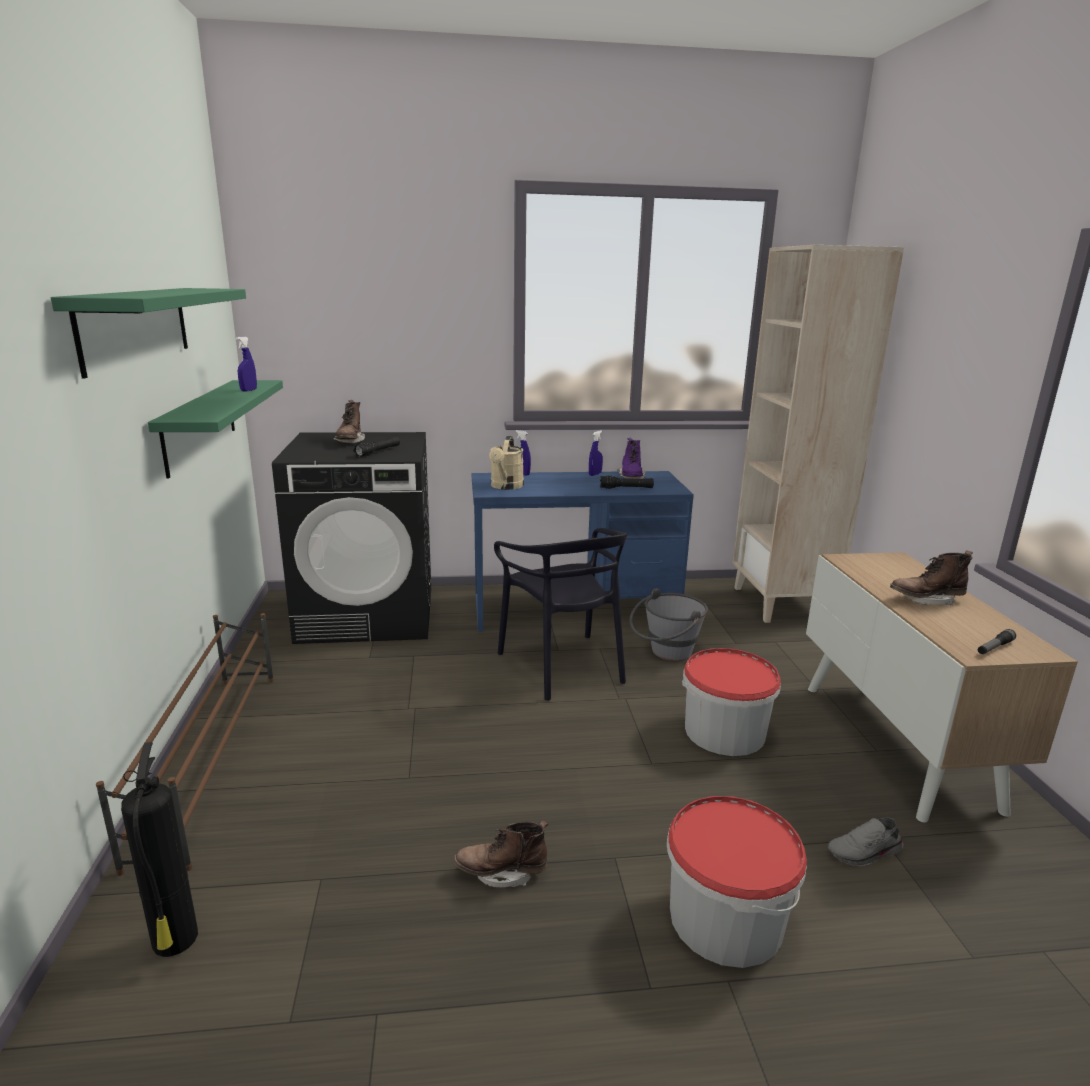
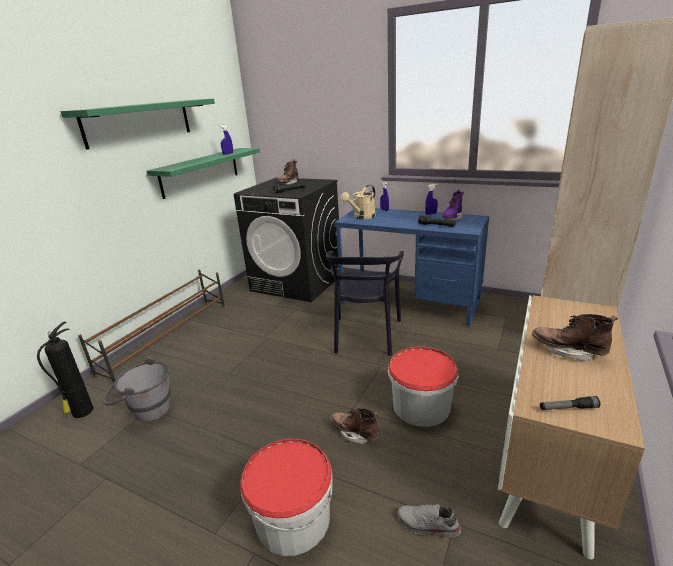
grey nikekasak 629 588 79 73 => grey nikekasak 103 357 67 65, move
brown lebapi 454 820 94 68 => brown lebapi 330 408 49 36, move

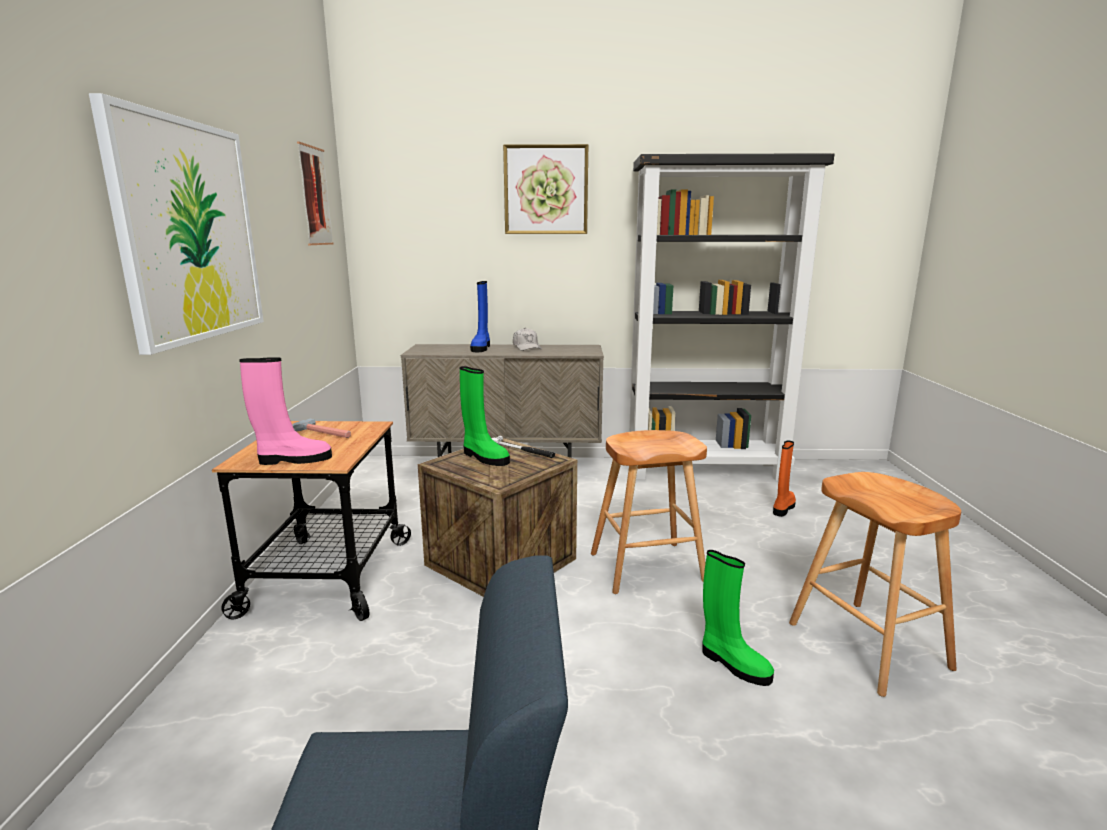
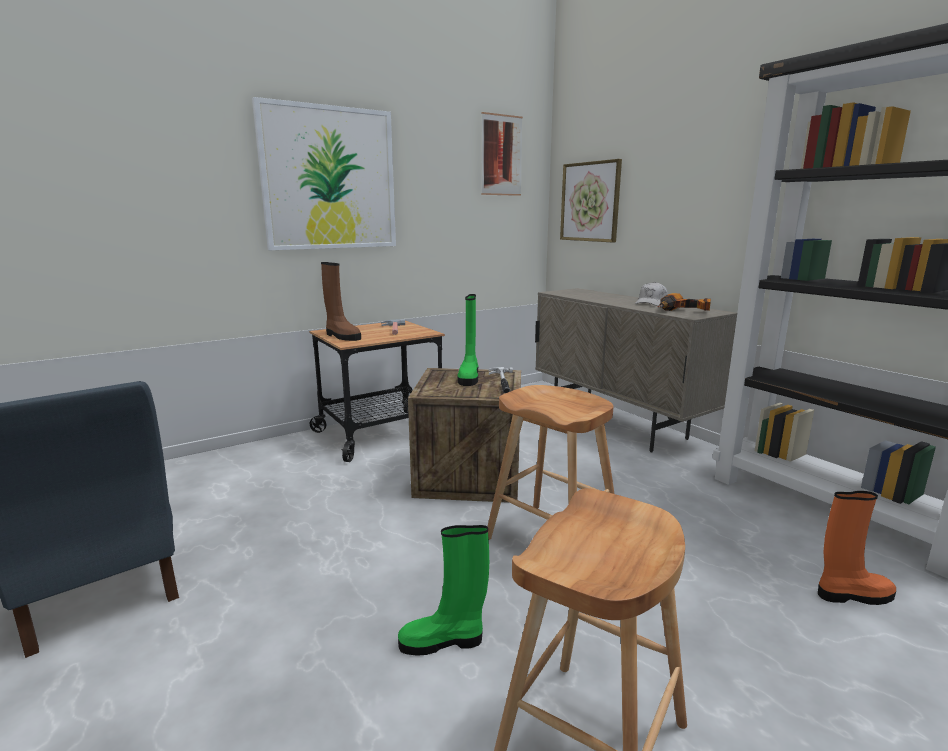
pink lebapi 239 357 93 108 => brown lebapi 321 262 40 79
green lebapi 702 550 72 136 => green lebapi 398 525 91 131, 75 degrees clockwise
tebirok 503 144 85 90 => tebirok 560 159 62 83, move
nothing => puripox 657 293 54 18
blue lebapi 470 281 20 71 => nothing

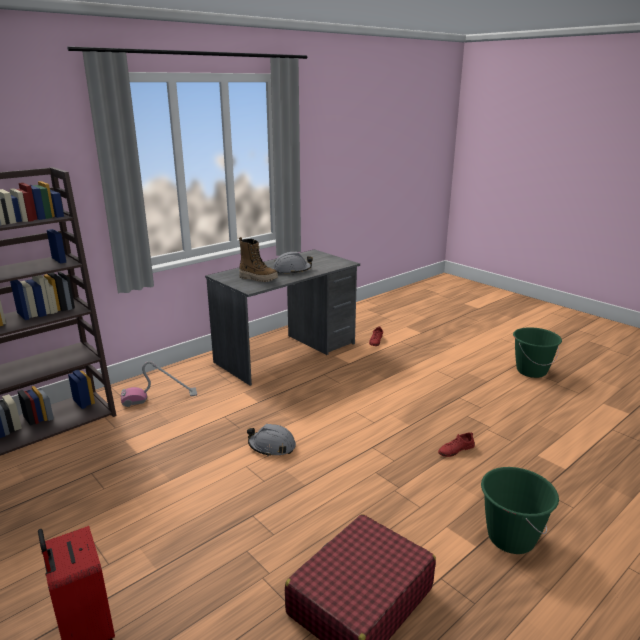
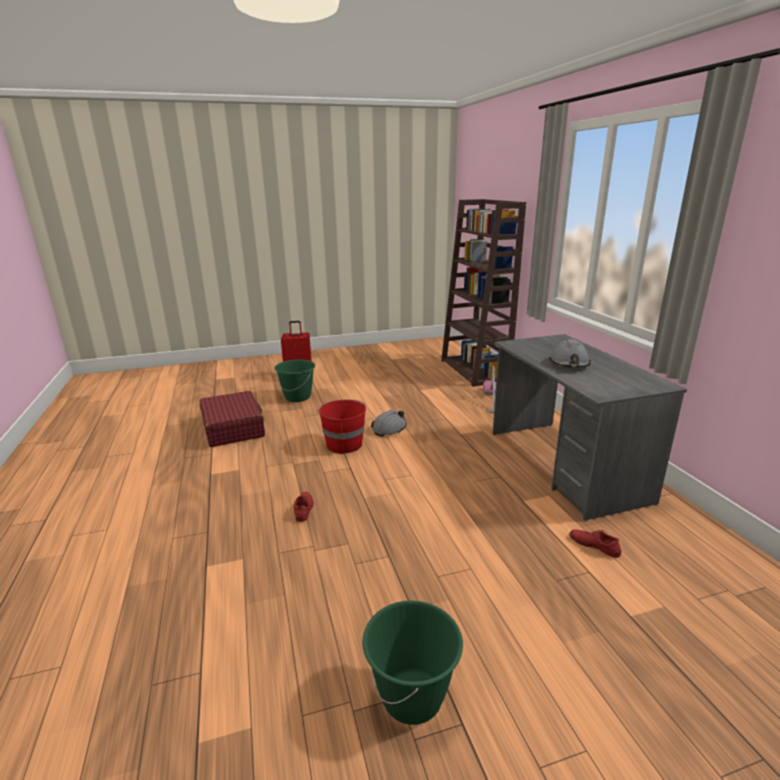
green nikekasak 481 467 78 87 => green nikekasak 274 360 41 42, move
nothing => red nikekasak 317 399 49 55
lebapi 239 237 39 45 => nothing

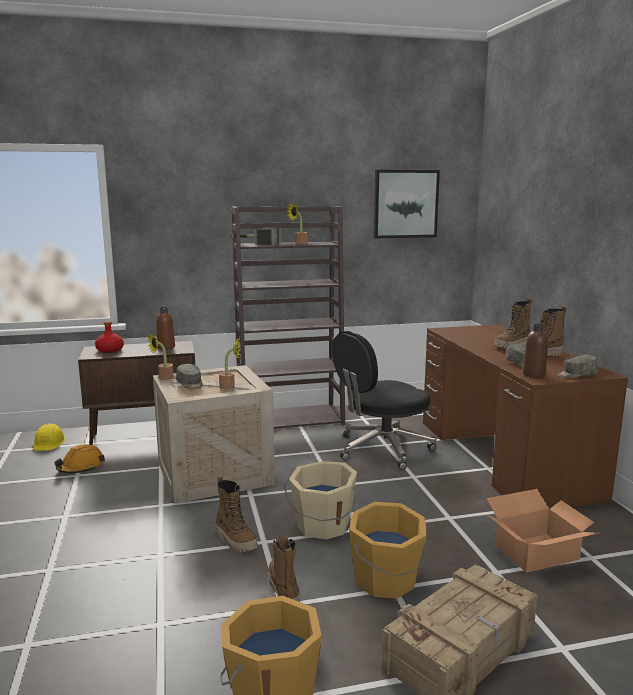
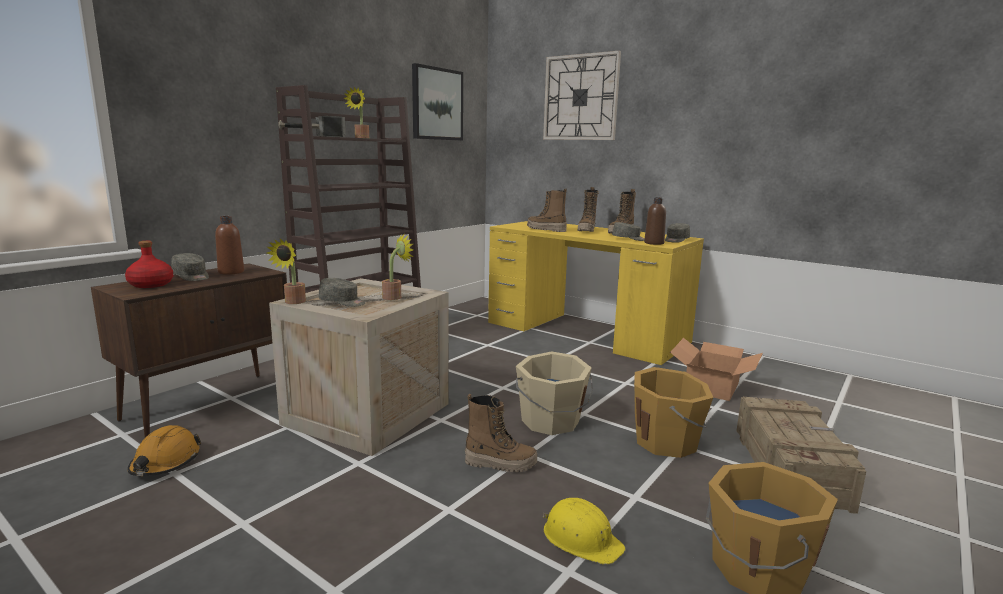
nothing => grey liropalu 171 253 38 28
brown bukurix 423 324 205 185 => yellow bukurix 488 221 216 144
lebapi 268 536 32 66 => lebapi 527 188 40 44, move
nothing => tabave 543 51 78 89
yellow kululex 33 423 32 28 => yellow kululex 543 498 83 67, move
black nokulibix 332 331 105 139 => nothing

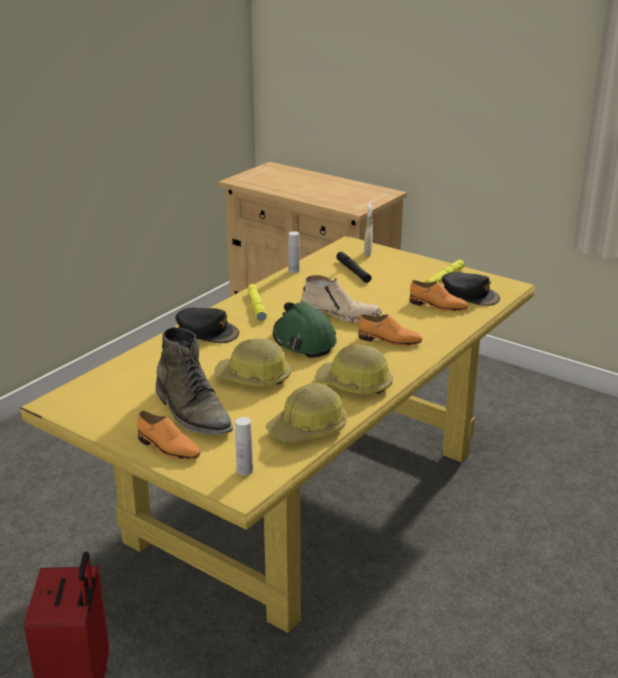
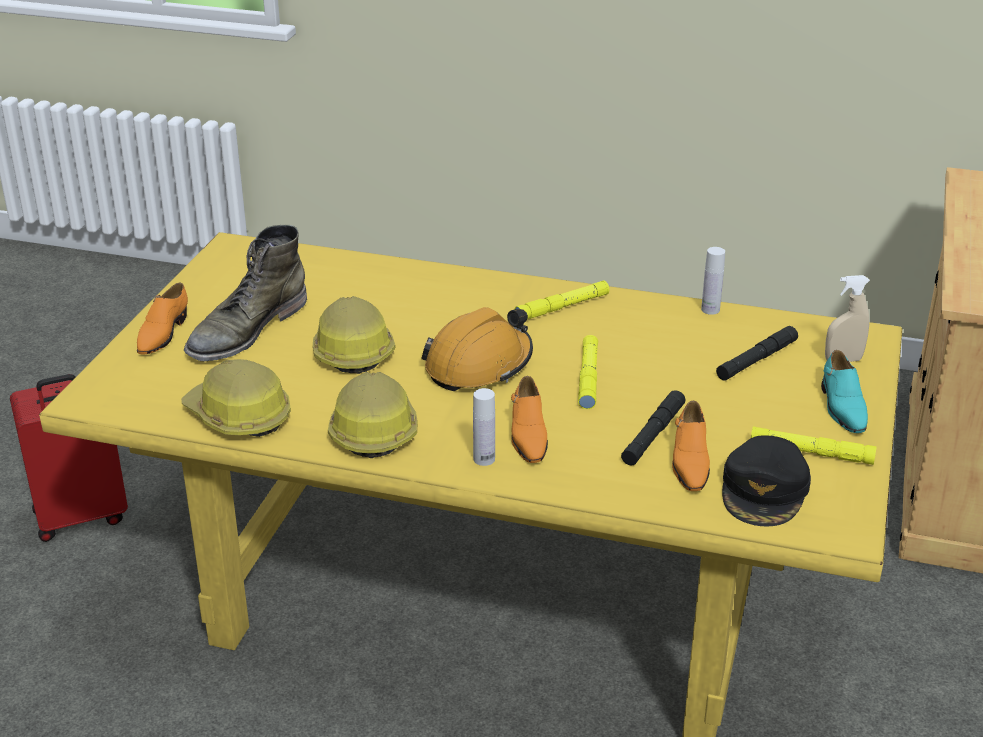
green kululex 273 302 64 56 => orange kululex 421 307 112 84
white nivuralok 235 417 18 59 => white nivuralok 473 388 22 78, move
beige lebapi 301 275 81 47 => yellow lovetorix 578 335 20 74
nothing => black lovetorix 621 390 64 76
nothing => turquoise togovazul 821 350 47 83
black liropalu 175 308 64 35 => nothing

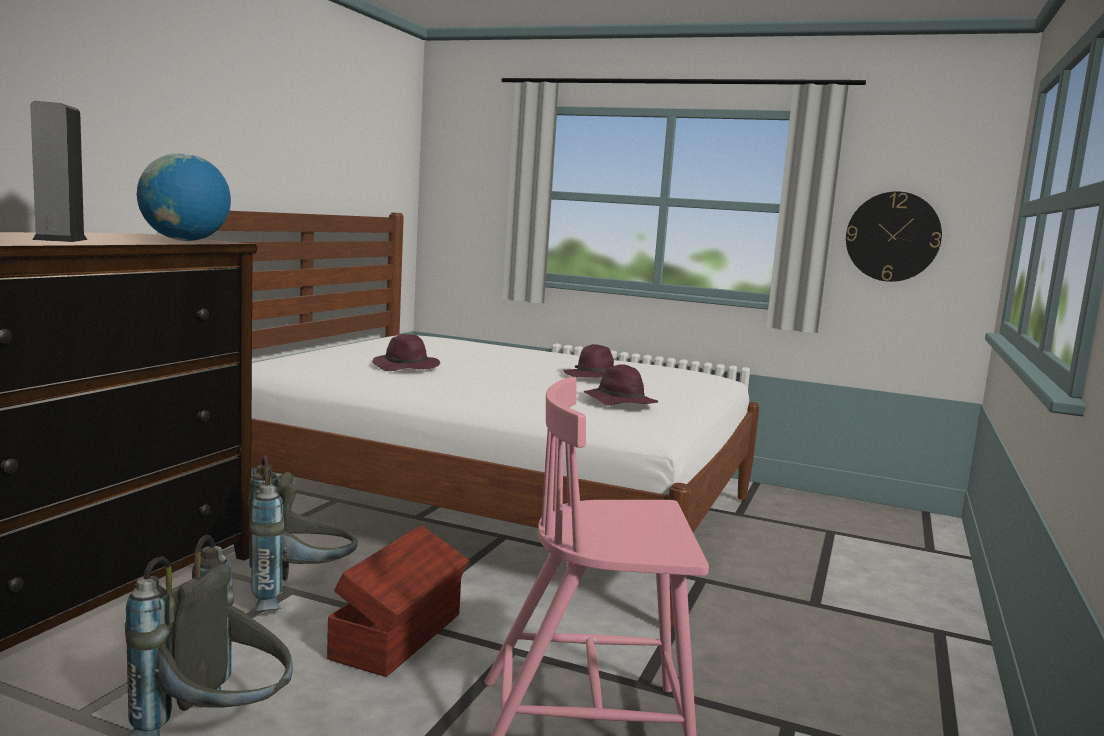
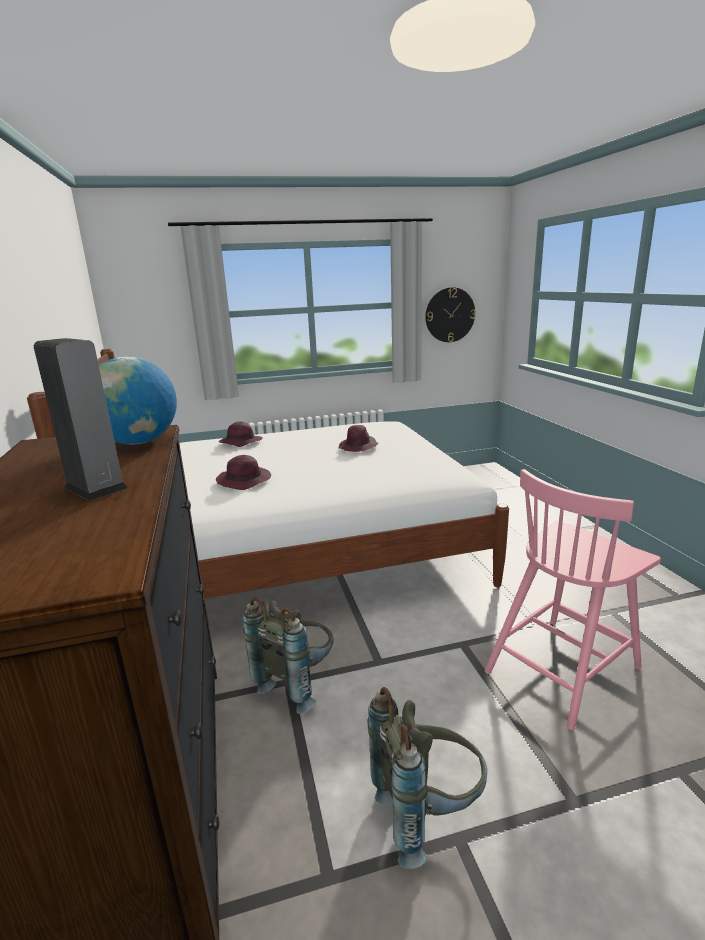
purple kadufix 584 364 74 41 => purple kadufix 219 421 44 26, move
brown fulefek 327 525 143 152 => nothing

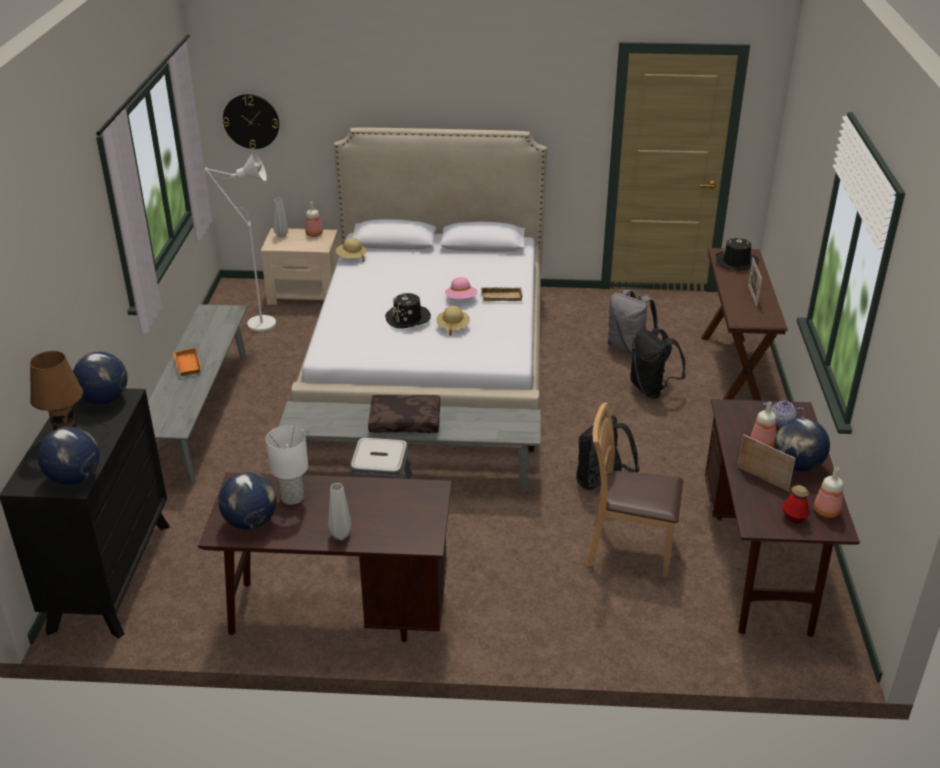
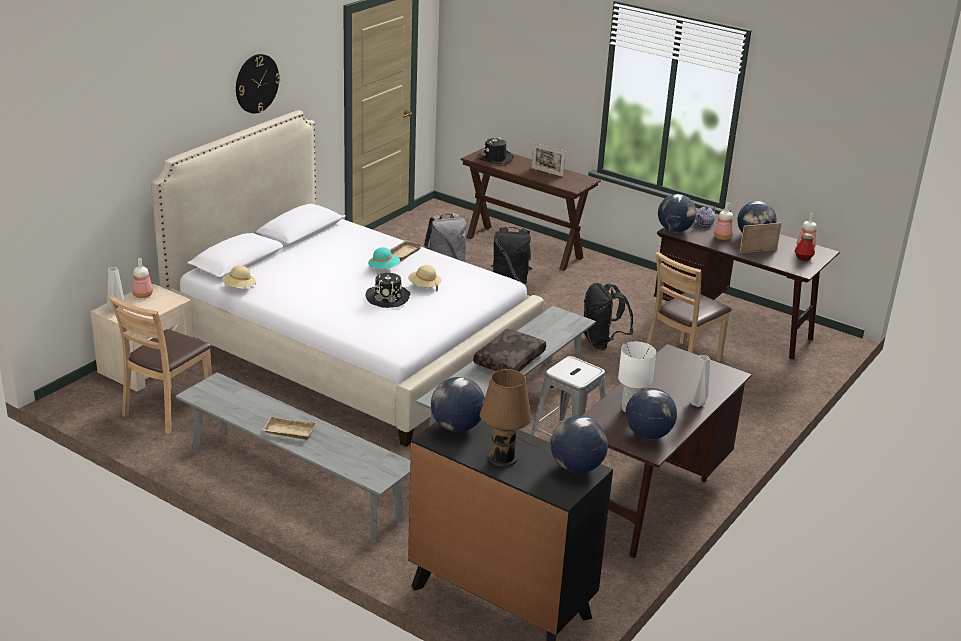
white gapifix 205 151 71 181 => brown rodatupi 109 296 103 138
tabave 223 94 56 55 => tabave 236 54 44 60, move
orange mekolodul 173 348 28 28 => beige mekolodul 263 416 54 24
pink kadufix 445 277 32 22 => turquoise kadufix 368 247 32 22
nothing => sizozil 658 194 38 38

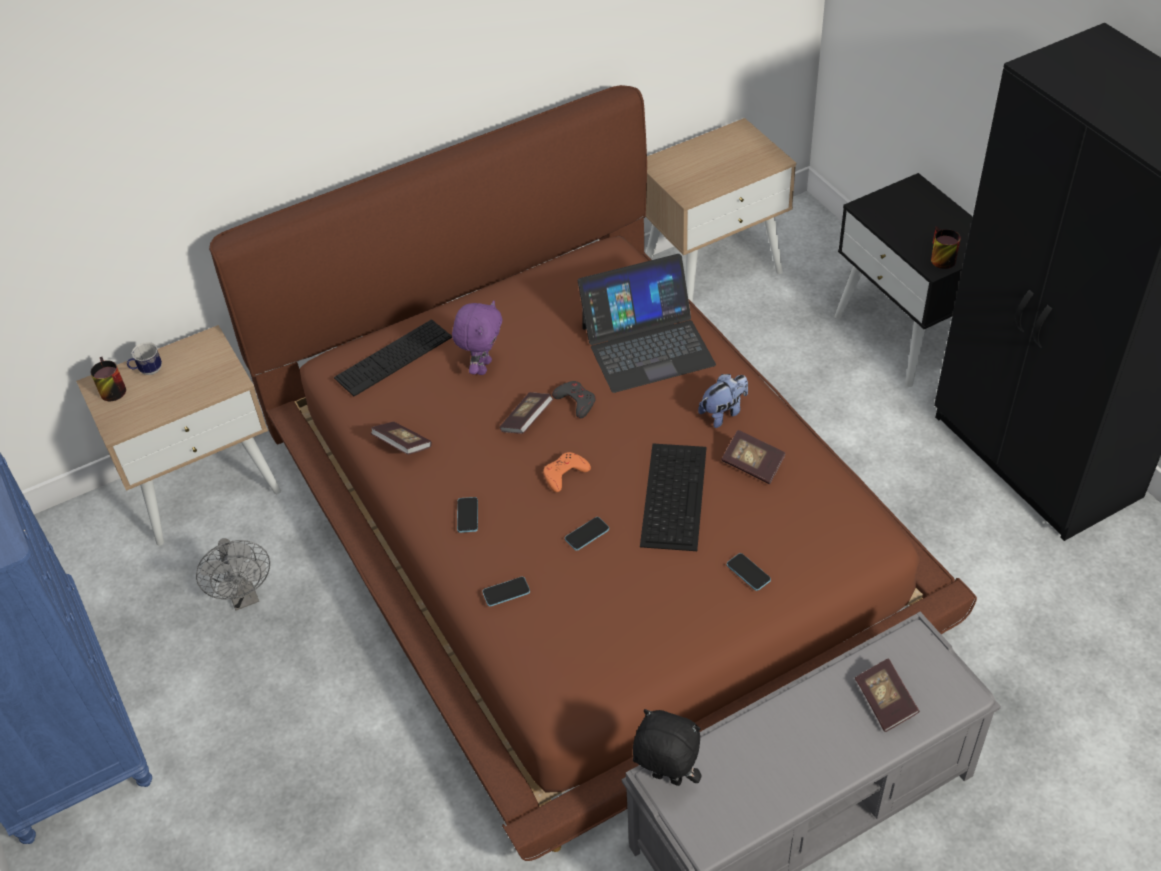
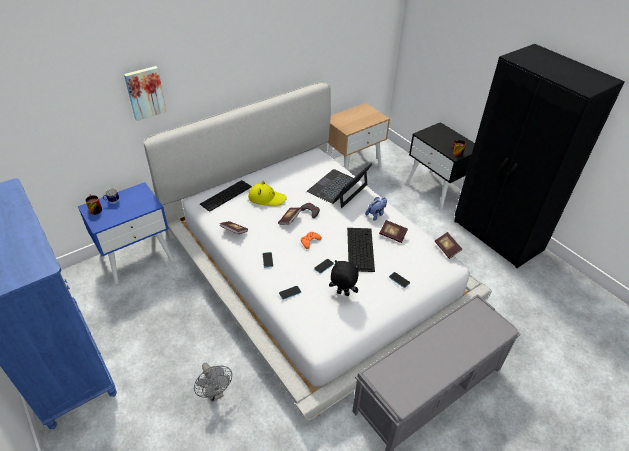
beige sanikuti 76 325 205 221 => blue sanikuti 78 182 95 102
nothing => tebirok 124 66 43 55
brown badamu 209 85 768 776 => white badamu 143 82 349 339
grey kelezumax 196 538 74 73 => grey kelezumax 194 363 38 39, move
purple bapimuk 452 300 50 75 => yellow kadufix 248 180 39 26
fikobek 578 254 138 139 => fikobek 307 163 65 45, 150 degrees clockwise
black bapimuk 633 709 68 77 => black bapimuk 329 260 30 36, move
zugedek 855 658 65 74 => zugedek 435 232 27 27, move

